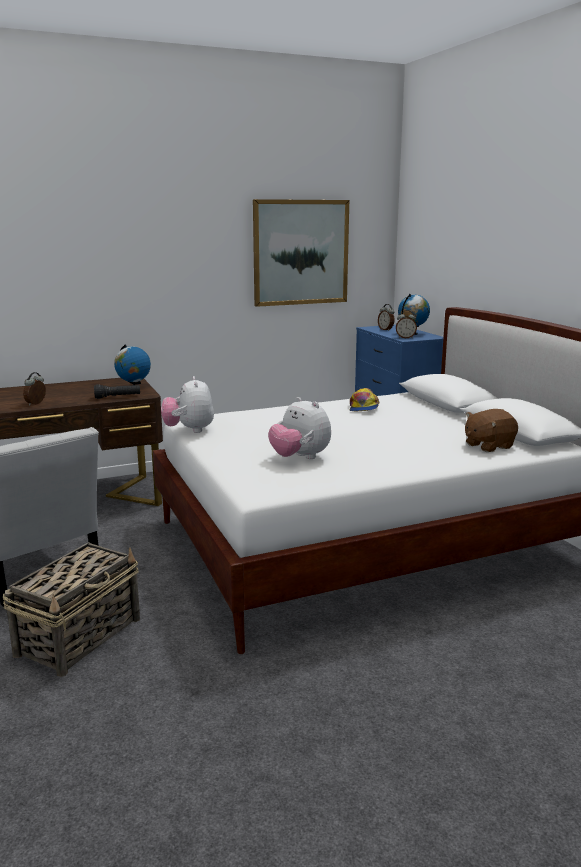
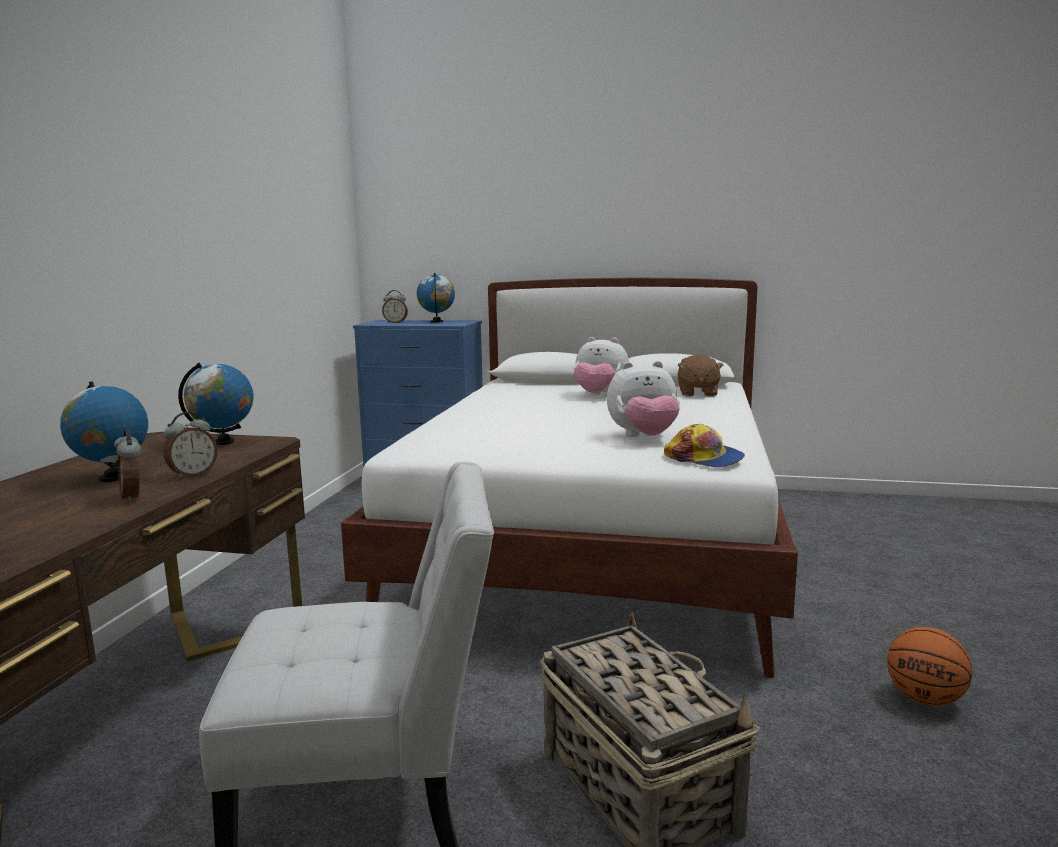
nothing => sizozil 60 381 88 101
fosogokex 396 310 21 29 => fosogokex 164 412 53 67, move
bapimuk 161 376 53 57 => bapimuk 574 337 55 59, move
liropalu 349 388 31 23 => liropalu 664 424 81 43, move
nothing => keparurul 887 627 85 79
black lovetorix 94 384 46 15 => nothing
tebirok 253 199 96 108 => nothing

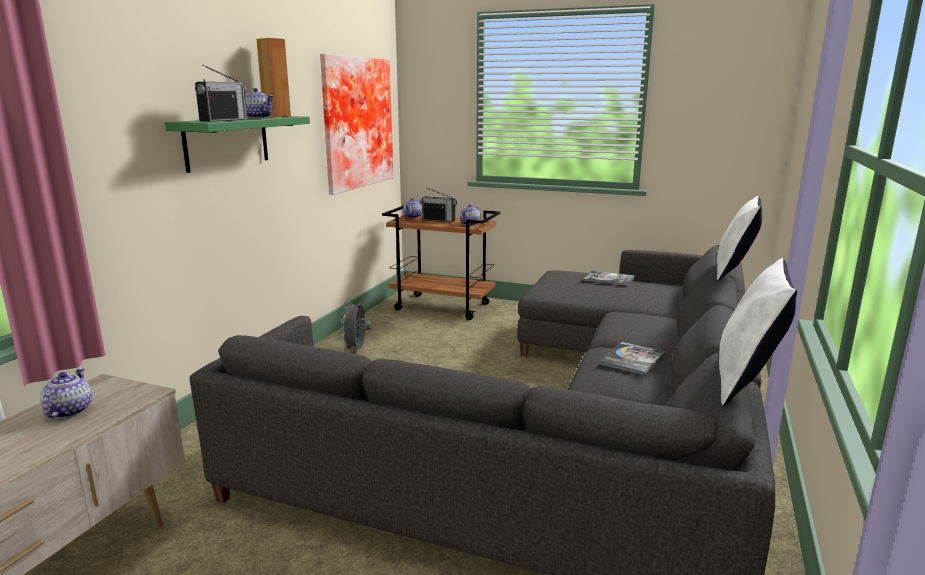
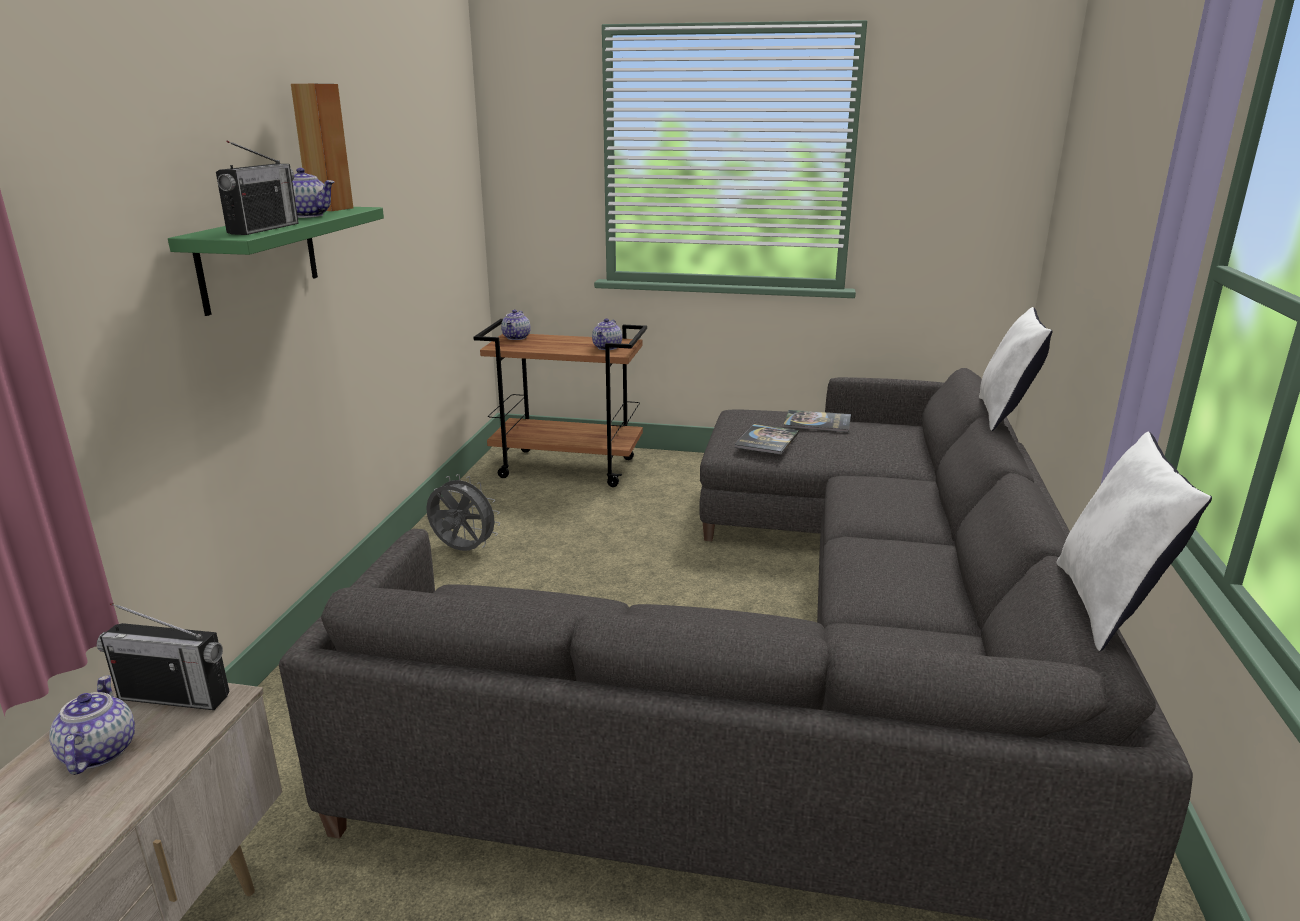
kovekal 420 187 37 35 => kovekal 97 603 132 107, move
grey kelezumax 340 299 31 53 => grey kelezumax 426 474 74 77, 120 degrees clockwise
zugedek 600 342 65 34 => zugedek 734 424 65 31, move
tebirok 320 54 74 141 => nothing

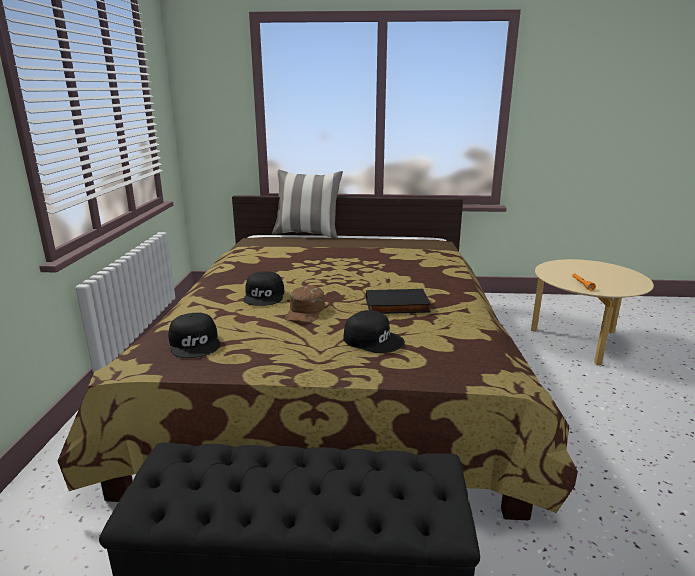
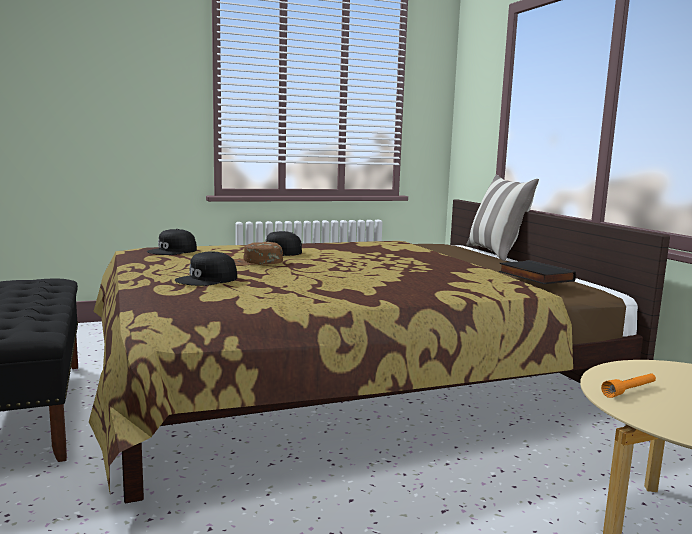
black liropalu 343 310 62 43 => black liropalu 175 251 62 35, 45 degrees clockwise
black zugedek 366 289 65 25 => black zugedek 499 260 77 24, move

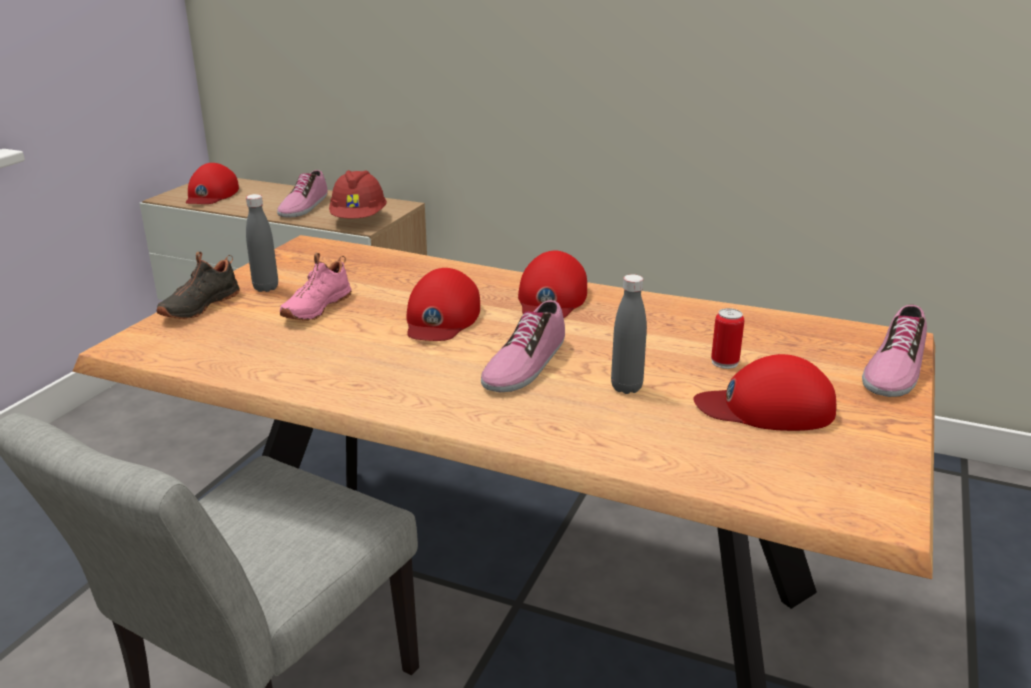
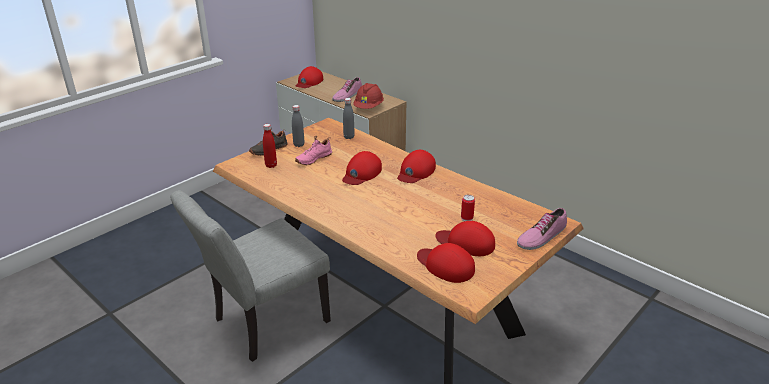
nothing => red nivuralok 263 124 14 44
grey nivuralok 611 274 36 120 => grey nivuralok 343 98 12 41, move
nothing => red liropalu 417 243 58 40
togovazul 481 300 84 92 => nothing

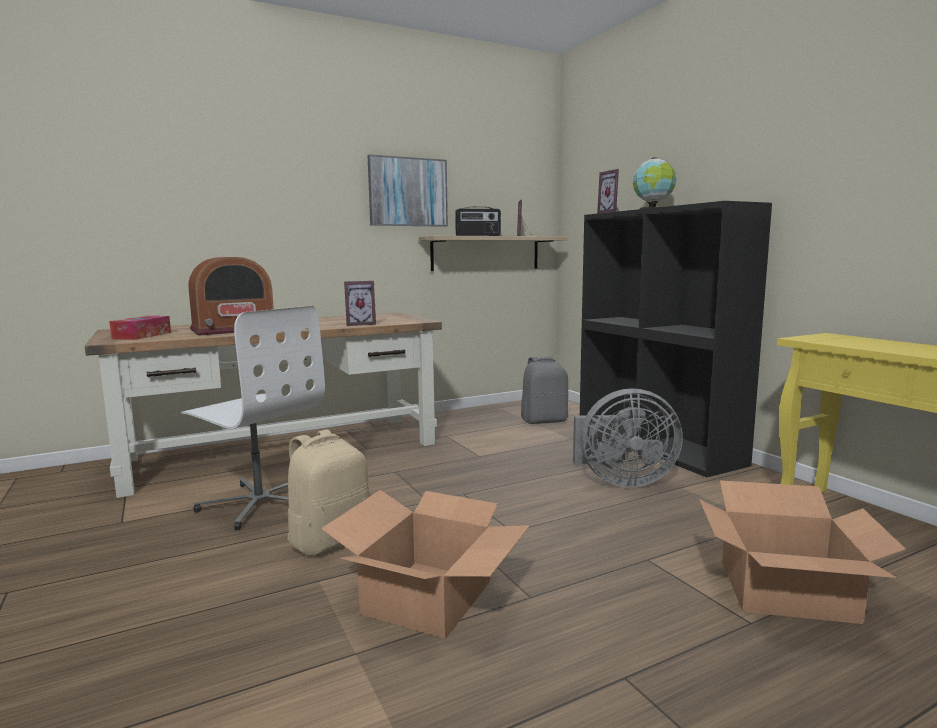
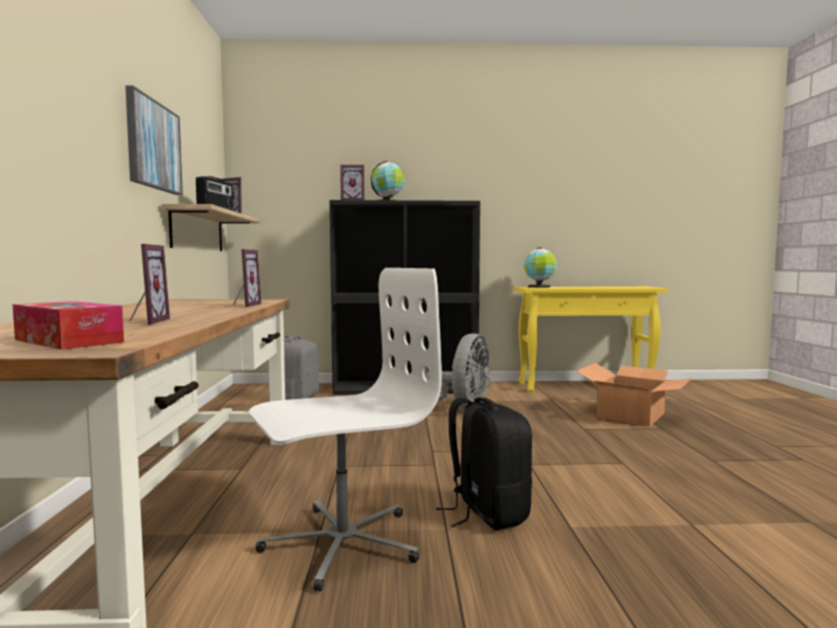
kovekal 188 257 86 79 => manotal 129 244 41 81
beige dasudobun 288 429 81 127 => black dasudobun 436 397 96 133
nothing => sizozil 524 247 33 41
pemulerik 321 490 209 149 => nothing

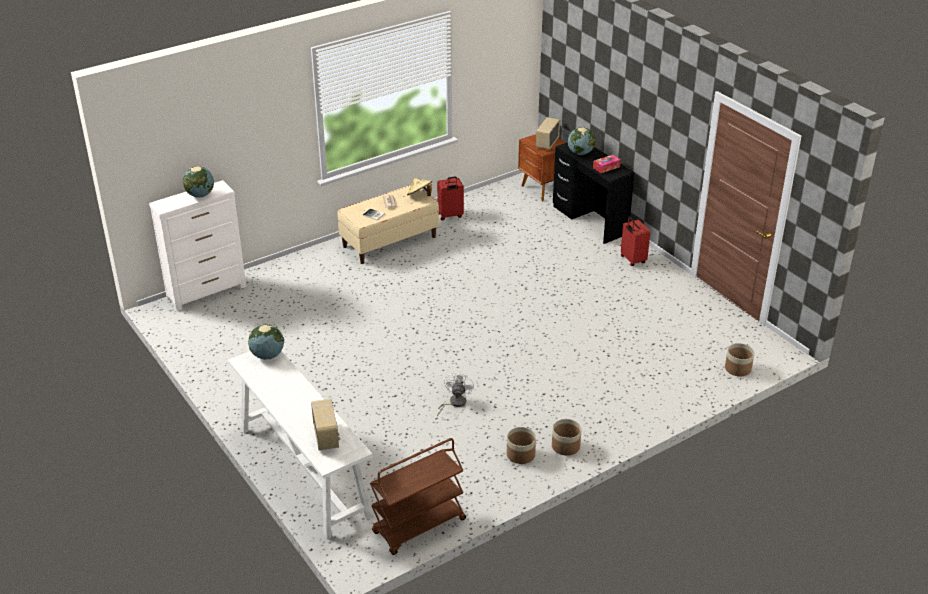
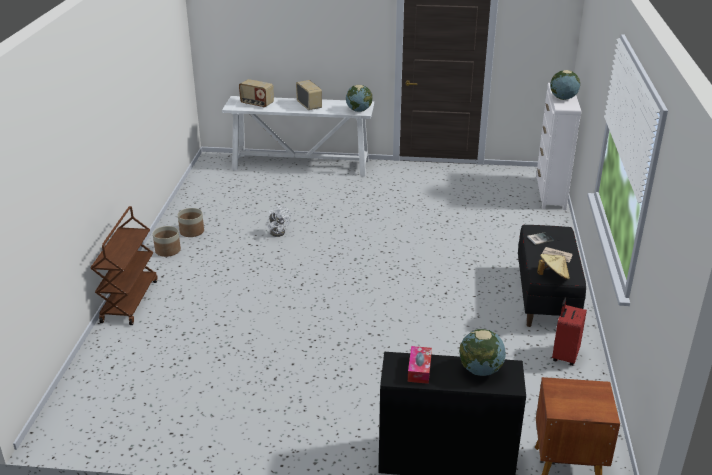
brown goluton 370 438 96 117 => brown goluton 90 206 67 119, move
kovekal 536 117 24 33 => kovekal 296 80 26 30, move
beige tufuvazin 337 185 102 79 => black tufuvazin 518 225 68 102
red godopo 621 217 29 49 => nothing
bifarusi 725 343 30 33 => nothing

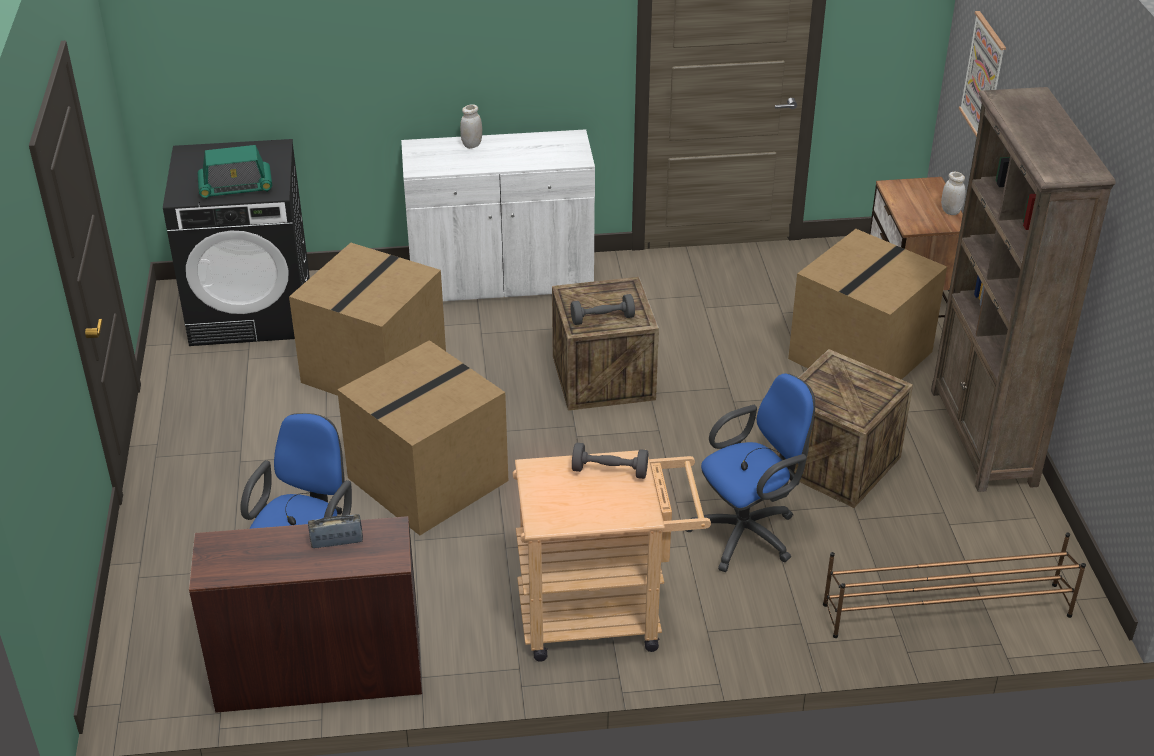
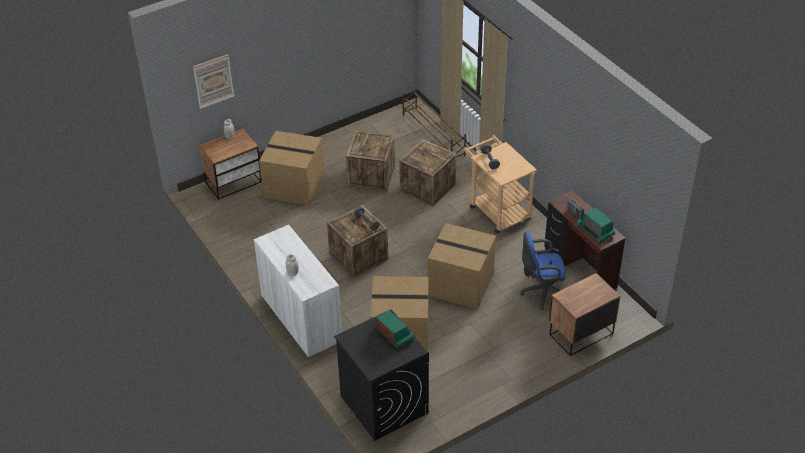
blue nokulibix 685 374 130 198 => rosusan 399 139 58 68
nothing => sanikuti 549 273 71 83
nothing => kovekal 576 207 39 36
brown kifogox 931 87 185 405 => nothing

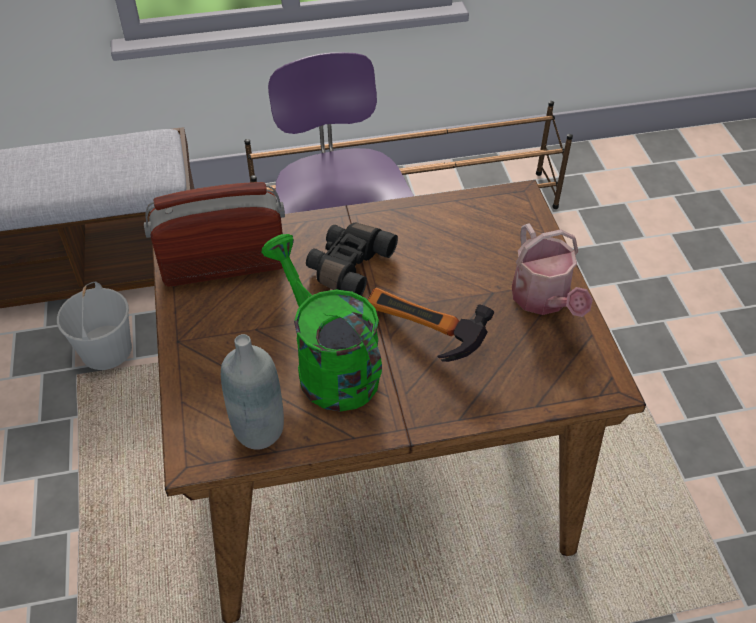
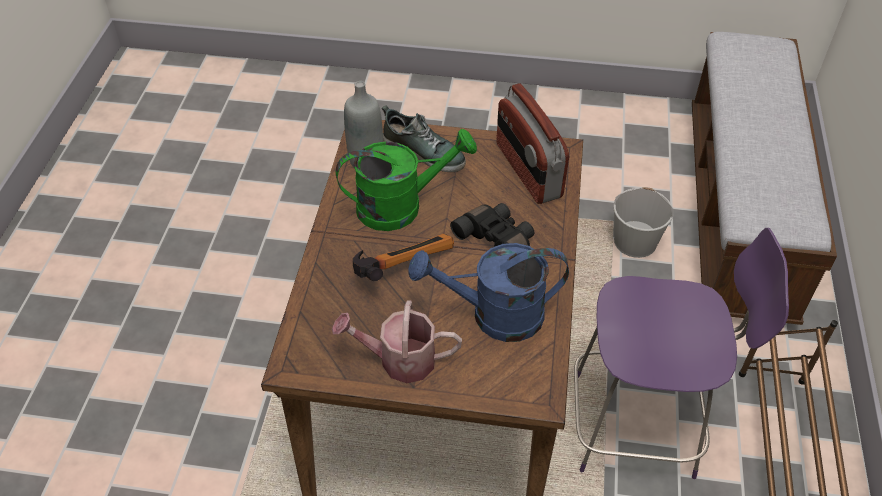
nothing => togovazul 382 105 84 67
nothing => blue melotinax 408 243 161 99
kovekal 144 182 141 105 => kovekal 496 83 73 121, 150 degrees clockwise

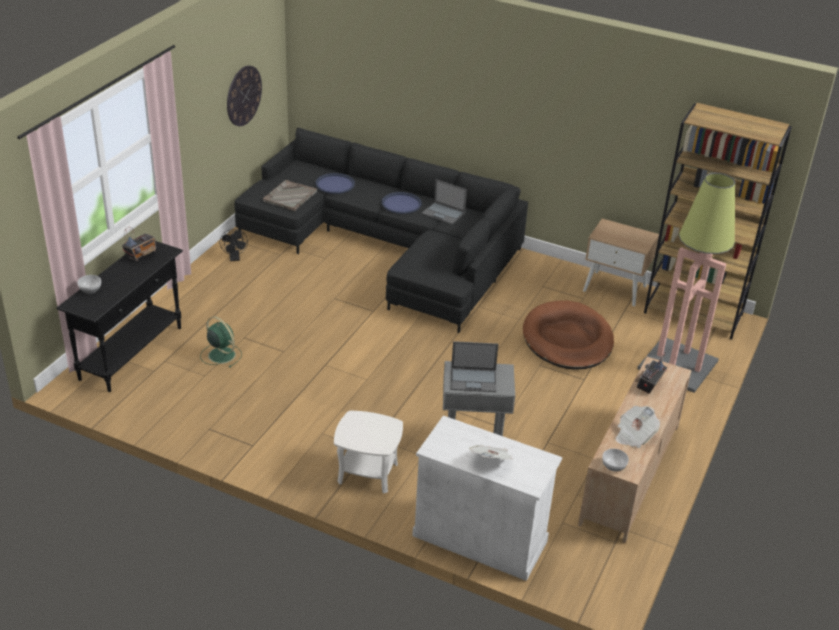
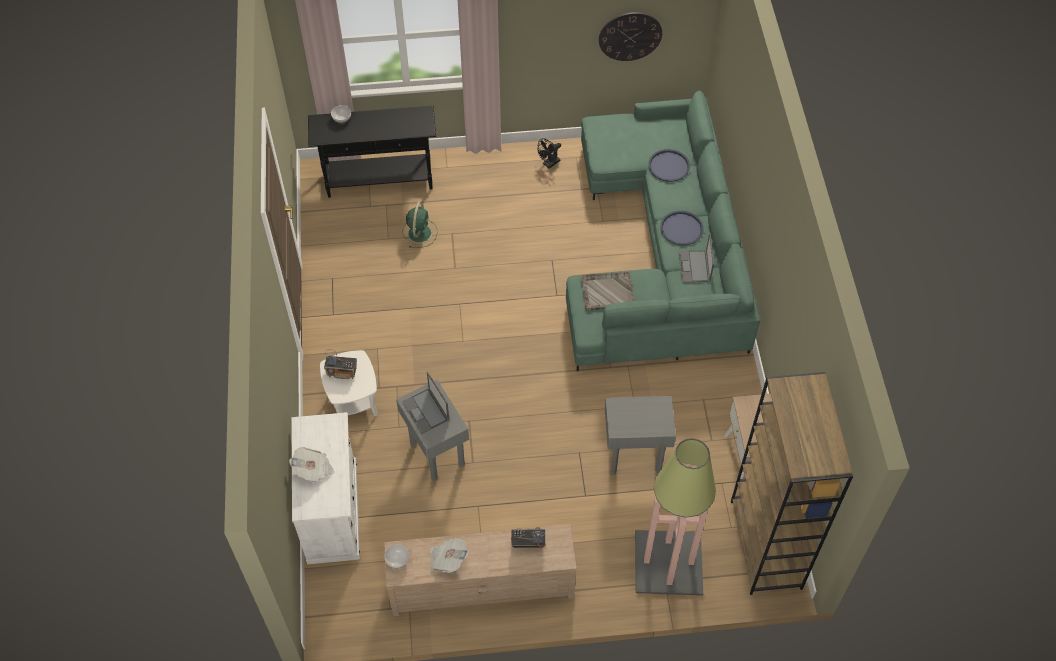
kovekal 122 227 34 34 => kovekal 324 349 33 30, move
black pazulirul 234 128 294 205 => green pazulirul 566 90 194 281
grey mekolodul 263 180 54 31 => grey mekolodul 581 271 54 40, move
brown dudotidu 523 301 91 69 => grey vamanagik 605 396 71 79

